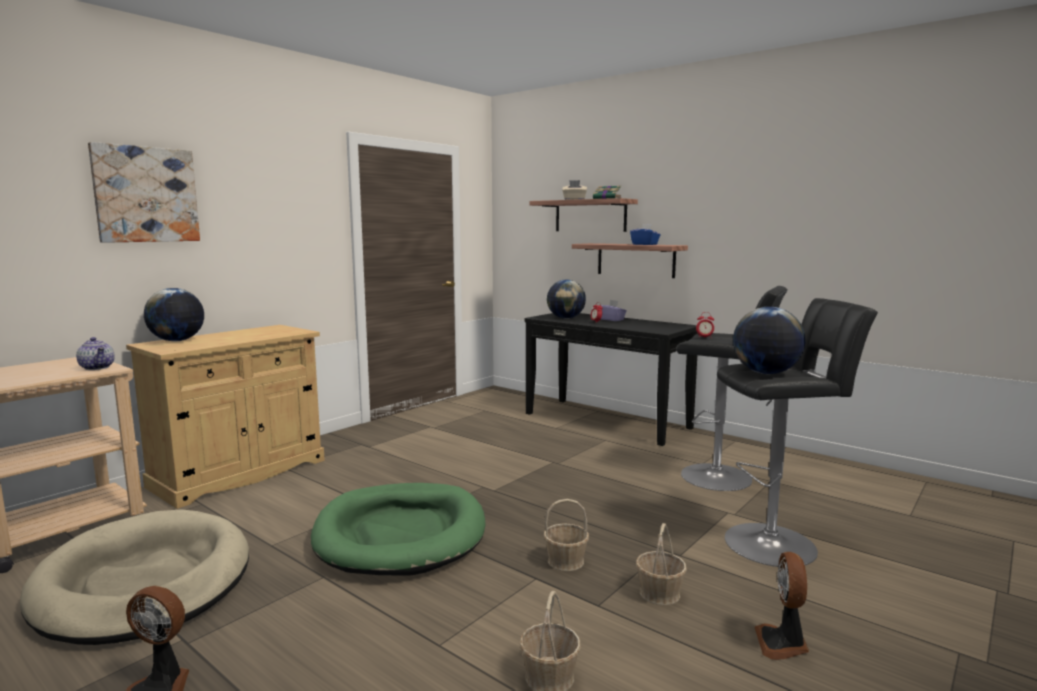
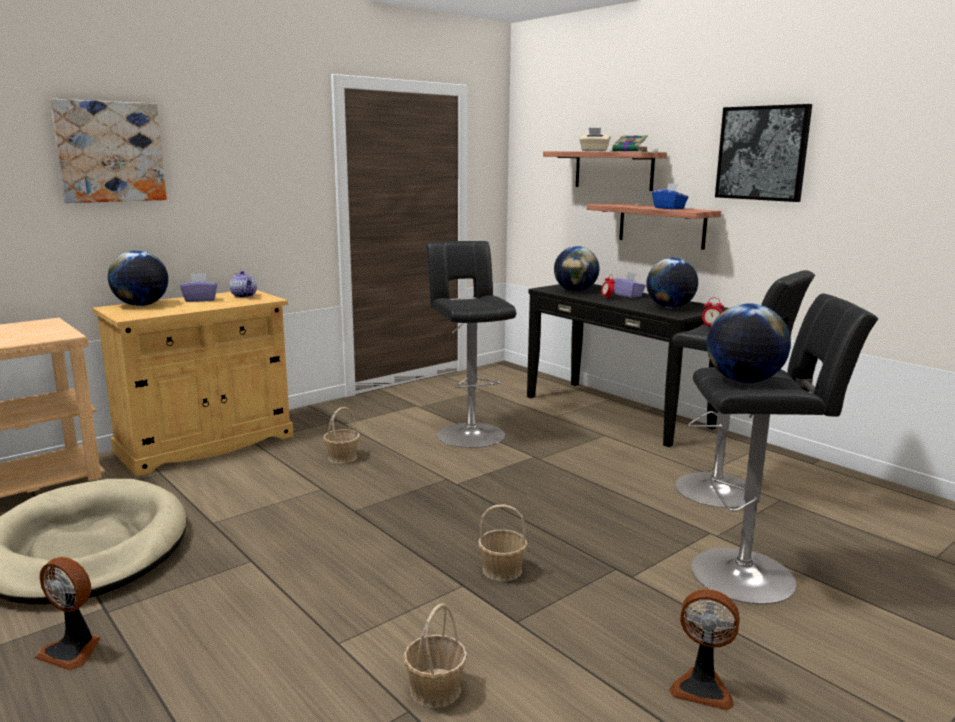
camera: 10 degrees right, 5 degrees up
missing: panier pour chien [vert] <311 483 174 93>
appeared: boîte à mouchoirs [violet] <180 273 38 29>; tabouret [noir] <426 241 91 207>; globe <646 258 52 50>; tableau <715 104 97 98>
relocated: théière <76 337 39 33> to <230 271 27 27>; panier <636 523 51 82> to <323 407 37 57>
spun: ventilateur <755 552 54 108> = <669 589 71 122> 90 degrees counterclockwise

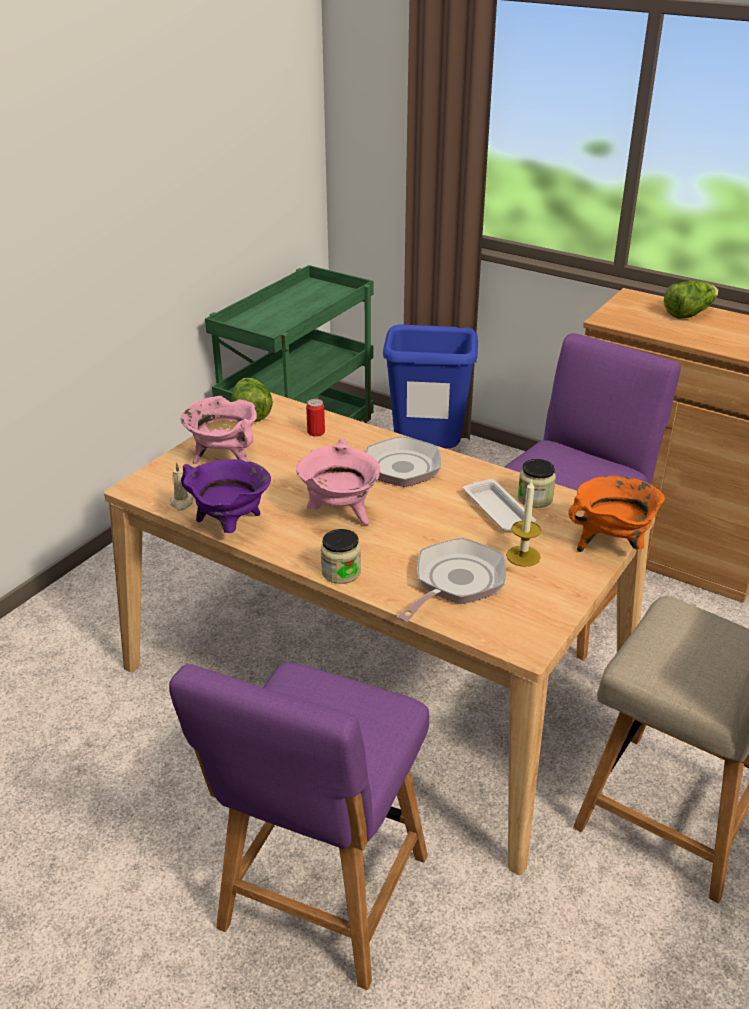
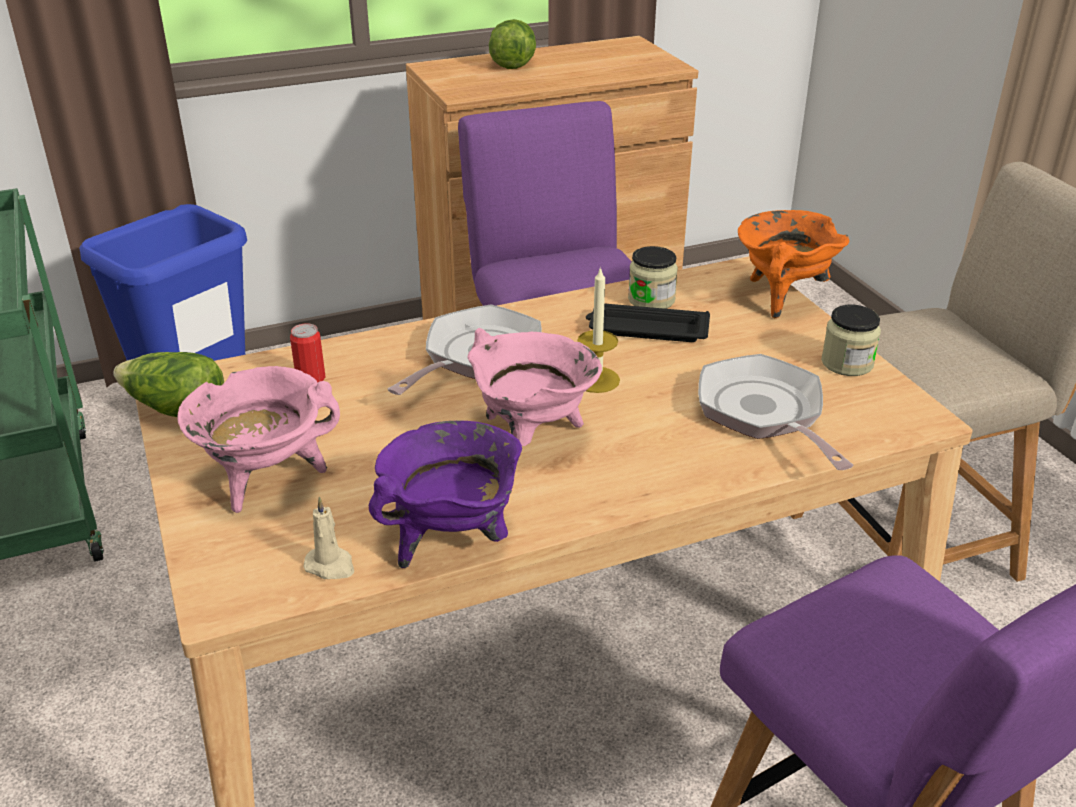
camera: 55 degrees left, 0 degrees up
relocated: bocal <321 529 40 55> to <821 305 60 71>; bougie <506 479 35 88> to <577 266 43 127>
colour: plateau [blanc] <463 479 73 52> to plateau [noir] <586 303 124 39>

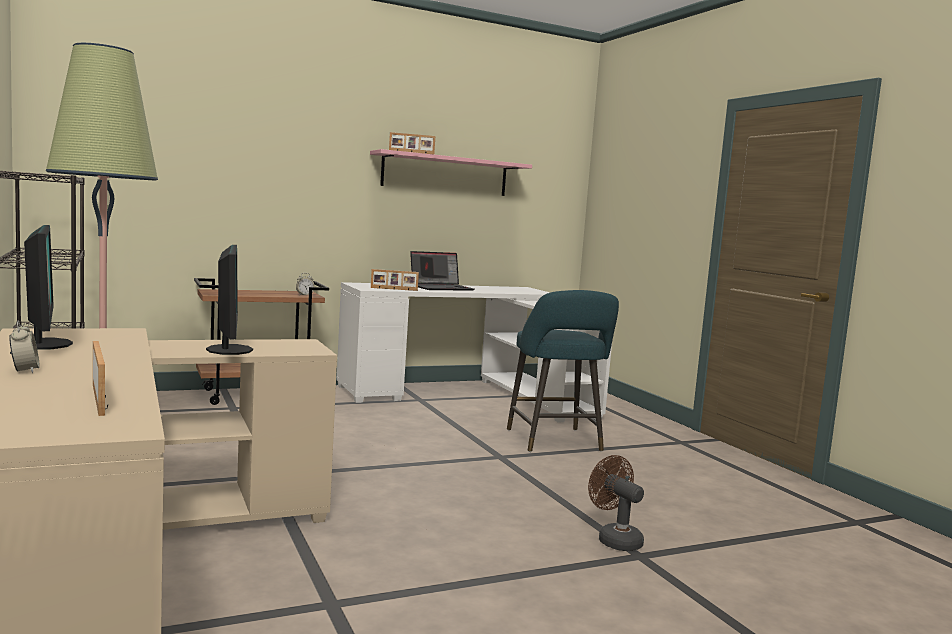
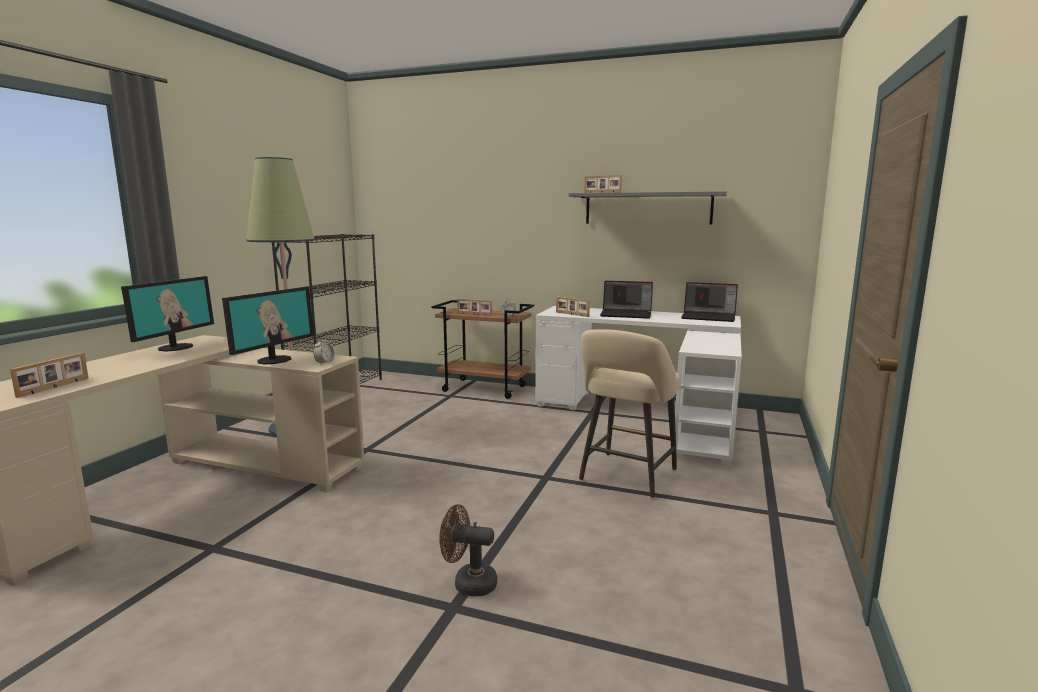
camera: 45 degrees right, 5 degrees up
appeared: cadre photo <457 299 35 17>; ordinateur portable <681 282 57 40>
relocated: réveil <9 321 31 52> to <313 337 21 27>
colour: étagère [rose] <370 149 162 47> to étagère [gris] <569 191 158 33>; tabouret [turquoise] <507 290 112 162> to tabouret [beige] <579 329 101 169>
spun: ventilateur [marron] <588 455 56 96> = <439 504 58 92> 90 degrees counterclockwise

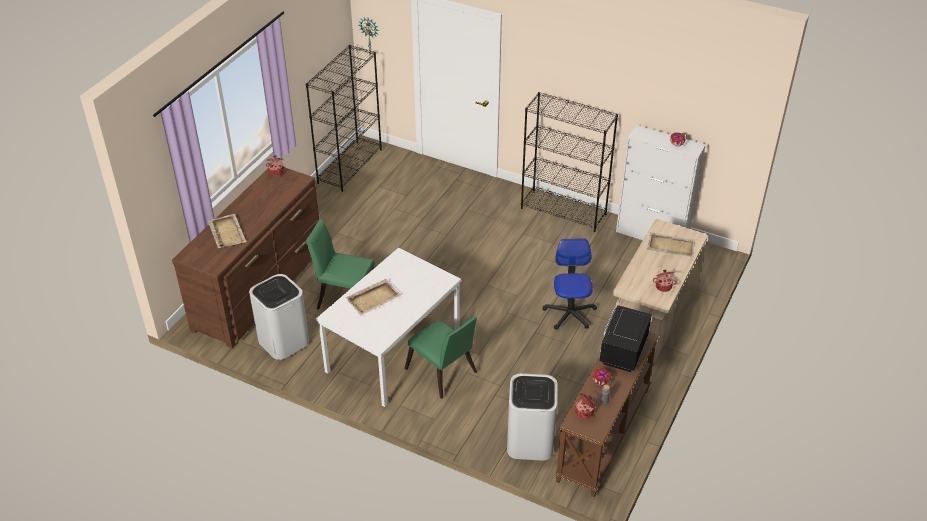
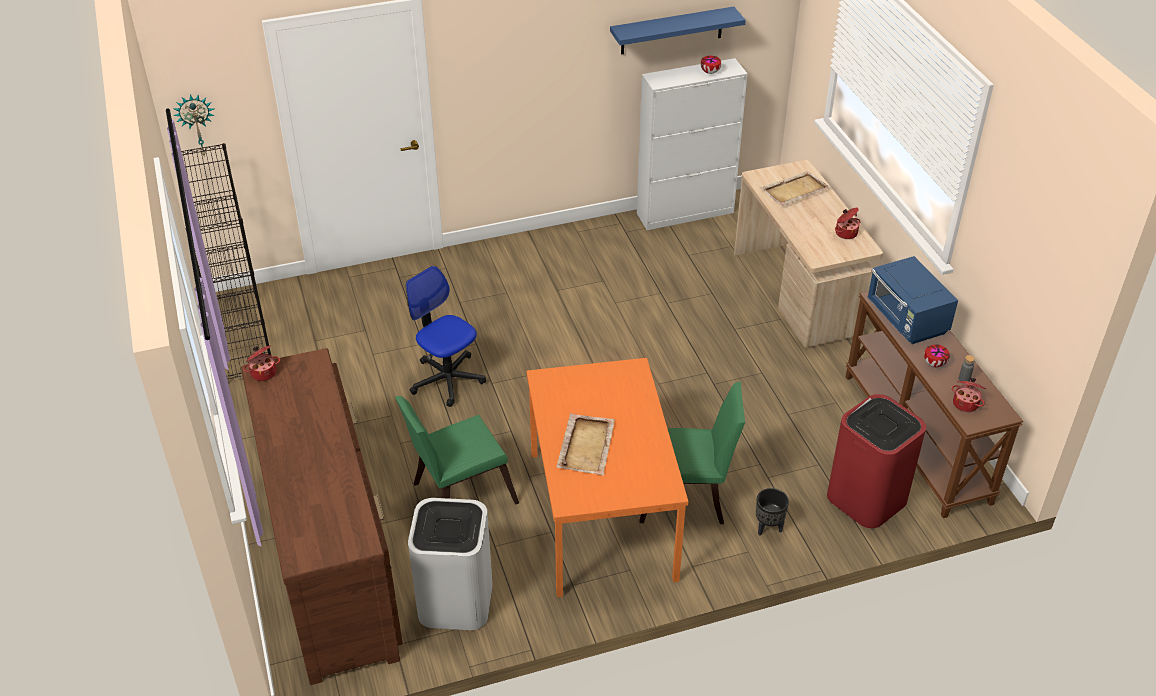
camera: 45 degrees left, 0 degrees up
missing: plateau [beige] <207 214 40 34>; bibliothèque [noir] <521 92 97 140>
appeared: étagère [bleu] <610 7 136 48>; cache-pot [noir] <756 488 33 47>
relocated: chaise de bureau <542 239 55 91> to <406 266 80 141>
colour: table à manger [blanc] <316 248 145 159> to table à manger [orange] <527 358 162 239>; poubelle [blanc] <507 373 50 87> to poubelle [rouge] <827 394 99 134>; micro-ondes [noir] <600 305 52 67> to micro-ondes [bleu] <868 256 90 88>

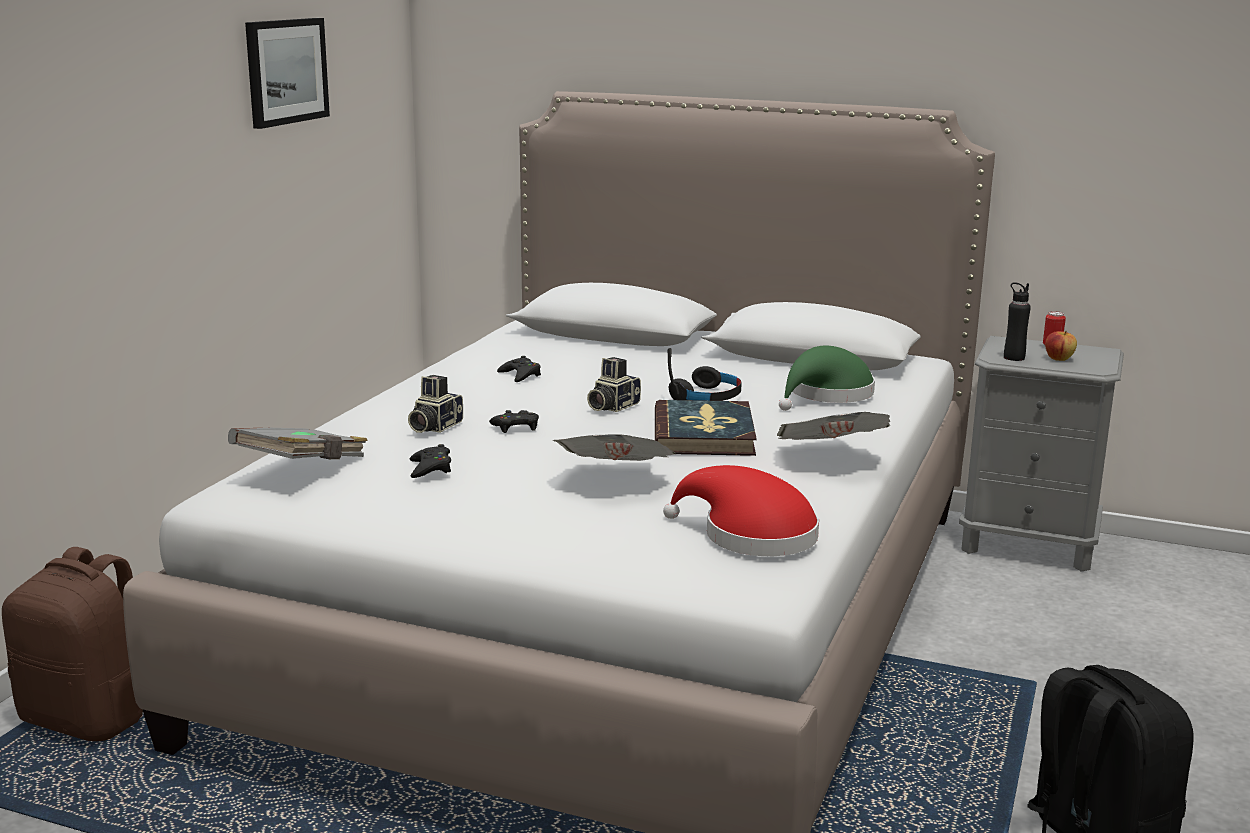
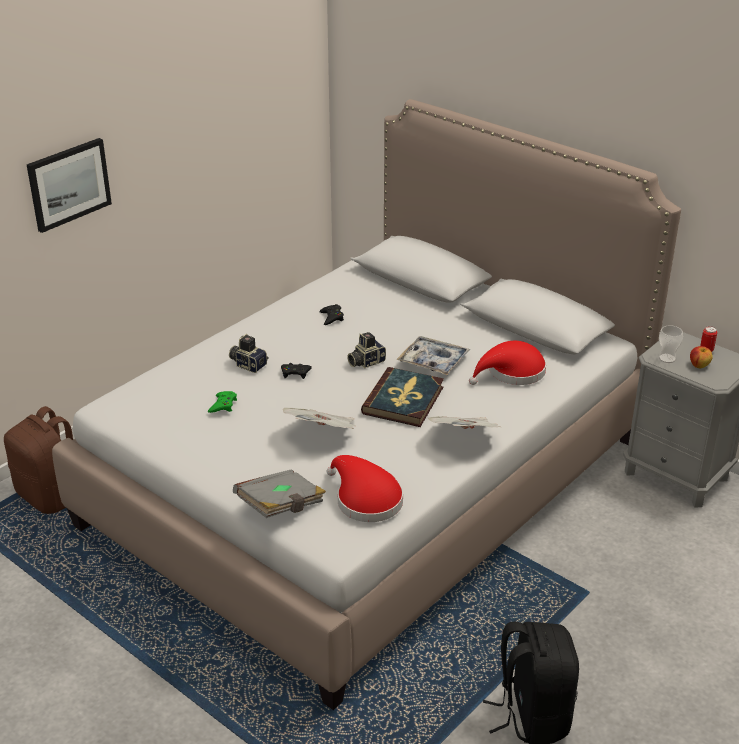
camera: 20 degrees right, 15 degrees up
relocated: livre [gris] <228 428 140 31> to <233 469 93 49>; tableau <245 18 85 111> to <27 138 85 95>
exchanged: casque audio [noir] <668 348 74 53> to plateau <396 336 74 39>; bouteille [noir] <1004 282 27 79> to tasse <659 325 24 38>
colour: manette [noir] <410 444 41 34> to manette [vert] <208 391 29 22>; chapeau [vert] <779 346 96 65> to chapeau [rouge] <469 341 77 44>
spun: appareil photo <408 375 55 58> = <229 334 39 39> 75 degrees clockwise

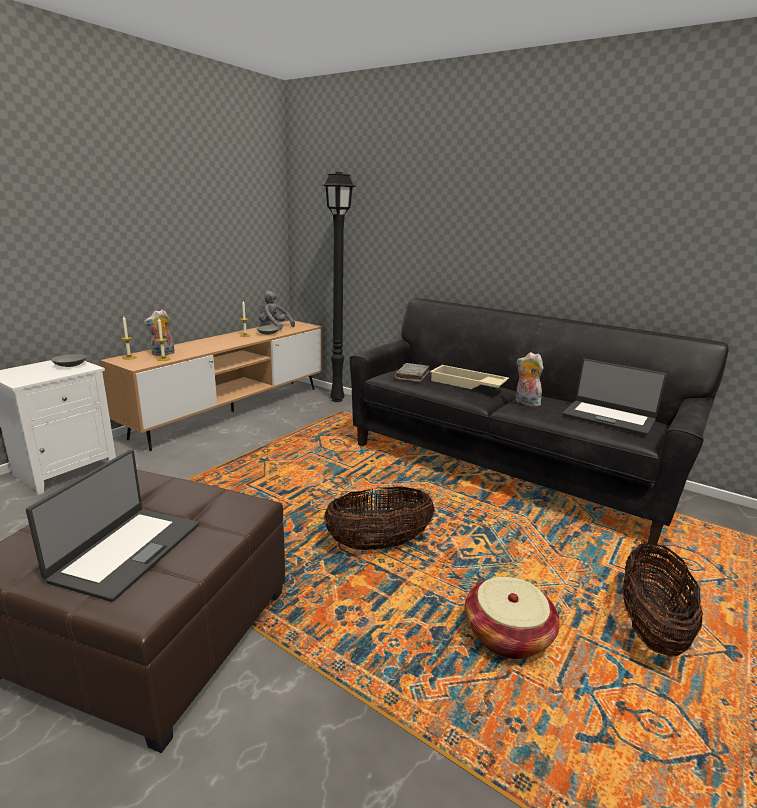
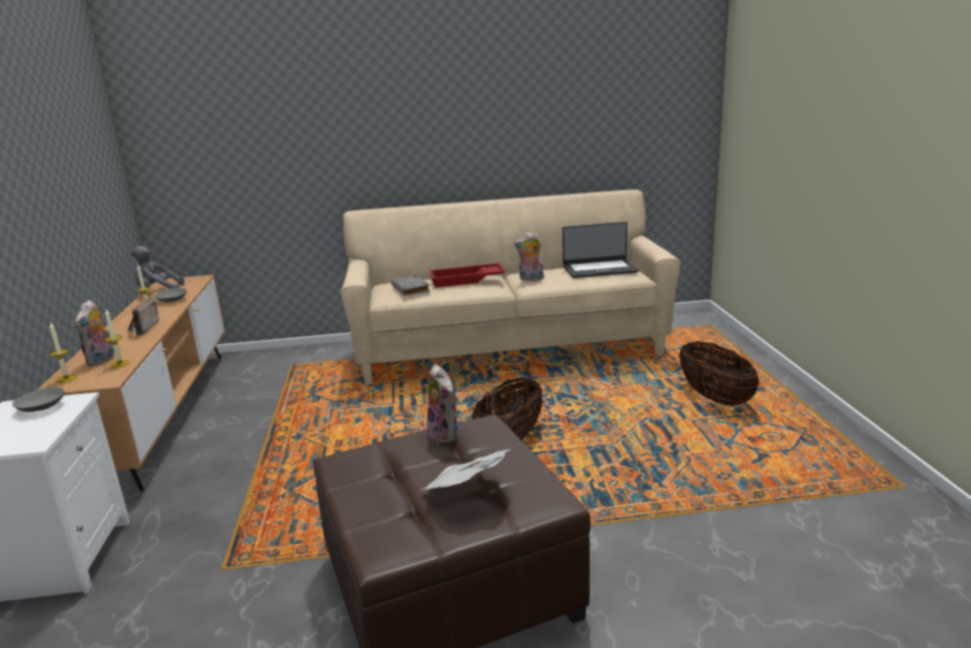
camera: 40 degrees left, 0 degrees up
missing: lampadaire [noir] <323 172 33 230>; panier <465 577 95 82>
appeared: radio <128 297 31 38>; peluche <425 364 33 80>
exchanged: ordinateur portable <26 450 173 152> to journal <421 449 89 41>
colour: canapé [noir] <350 298 379 249> to canapé [beige] <341 189 339 196>; plateau [beige] <430 365 79 24> to plateau [rouge] <429 263 77 25>

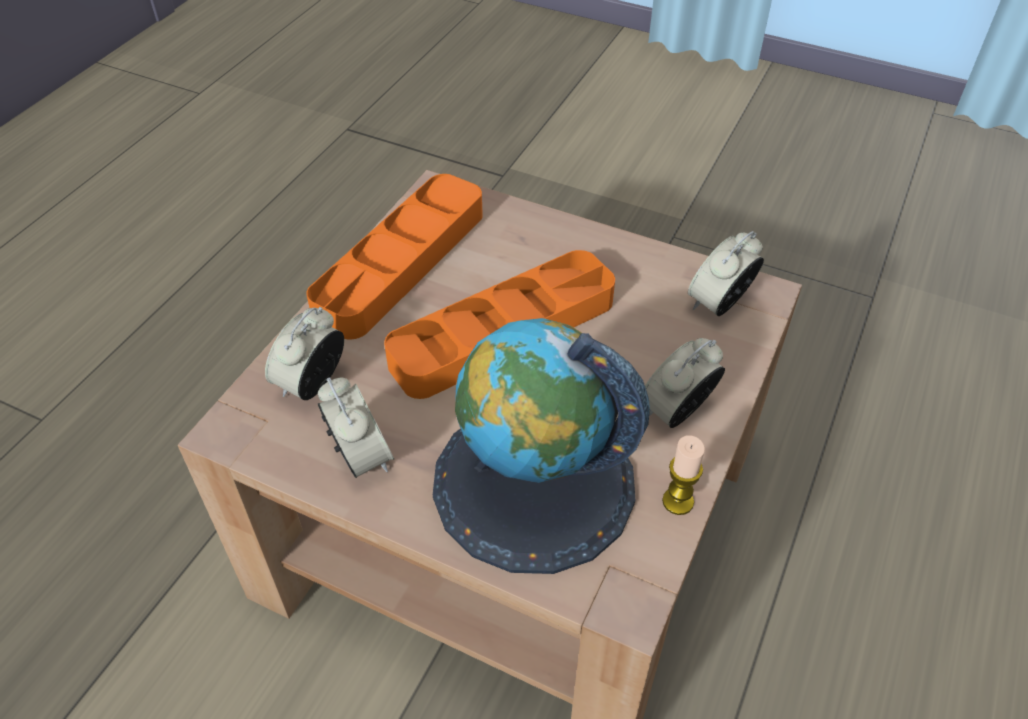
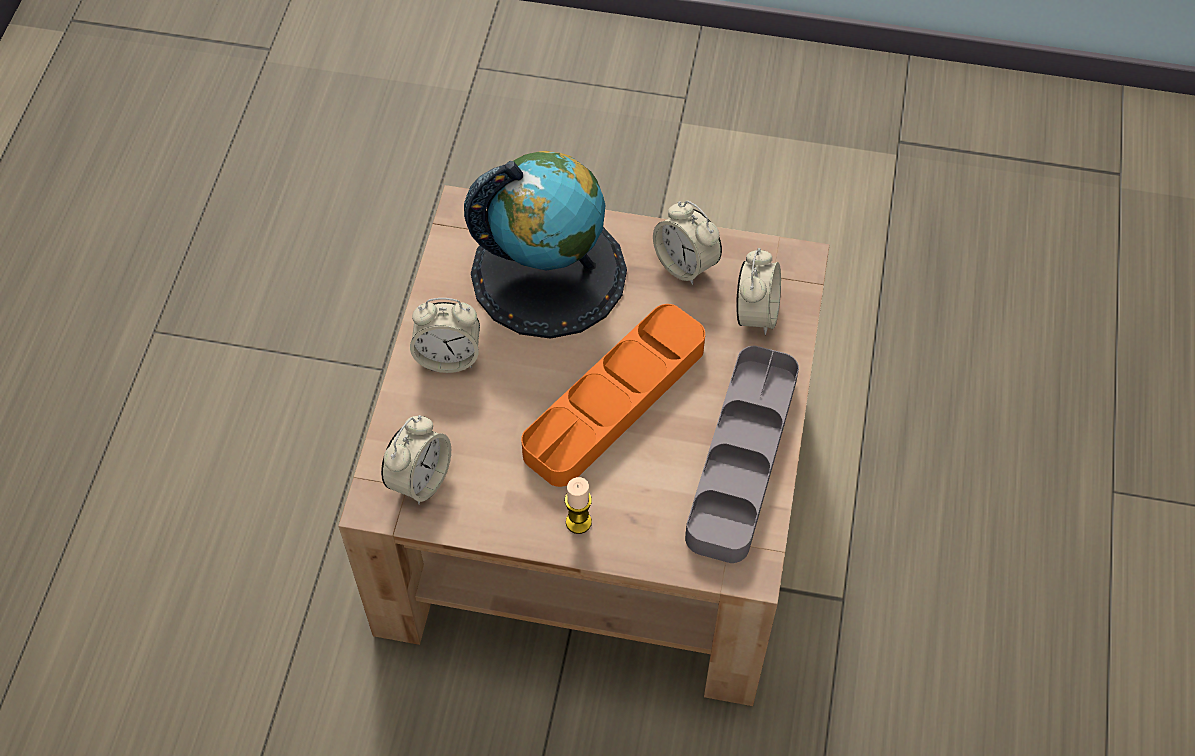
camera: 165 degrees right, 10 degrees up
relocated: bougie <662 435 43 80> to <565 477 27 57>
colour: plateau [orange] <306 174 177 165> to plateau [gris] <685 346 114 217>
spun: réveil <645 338 80 90> = <410 298 70 75> 60 degrees clockwise

